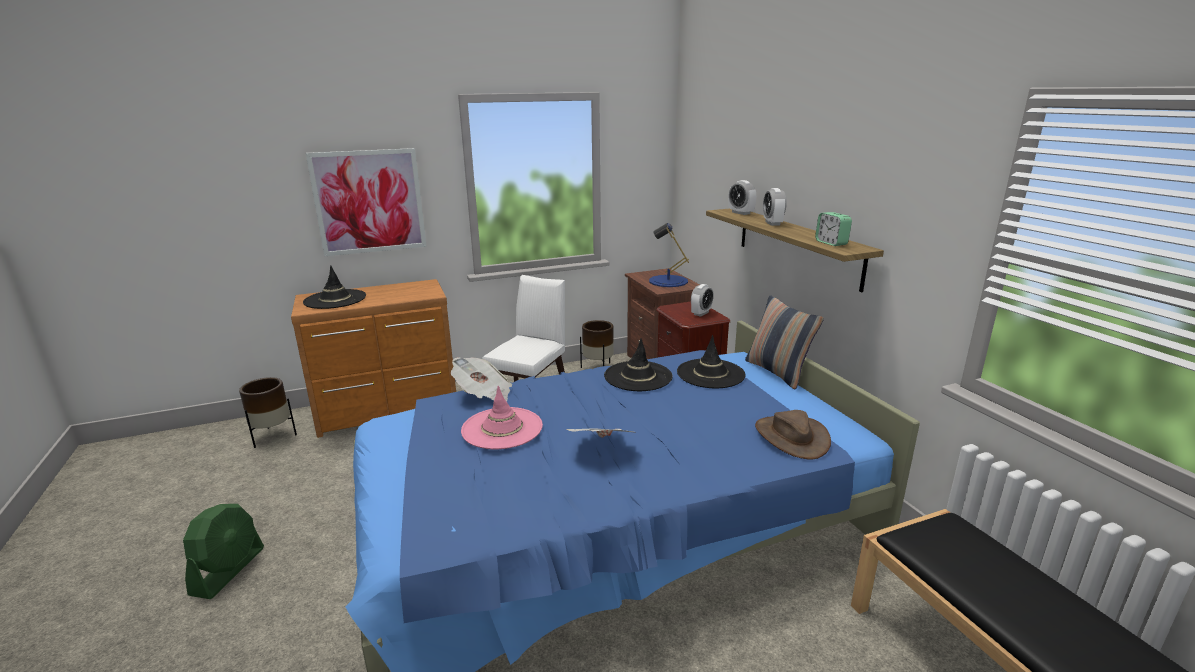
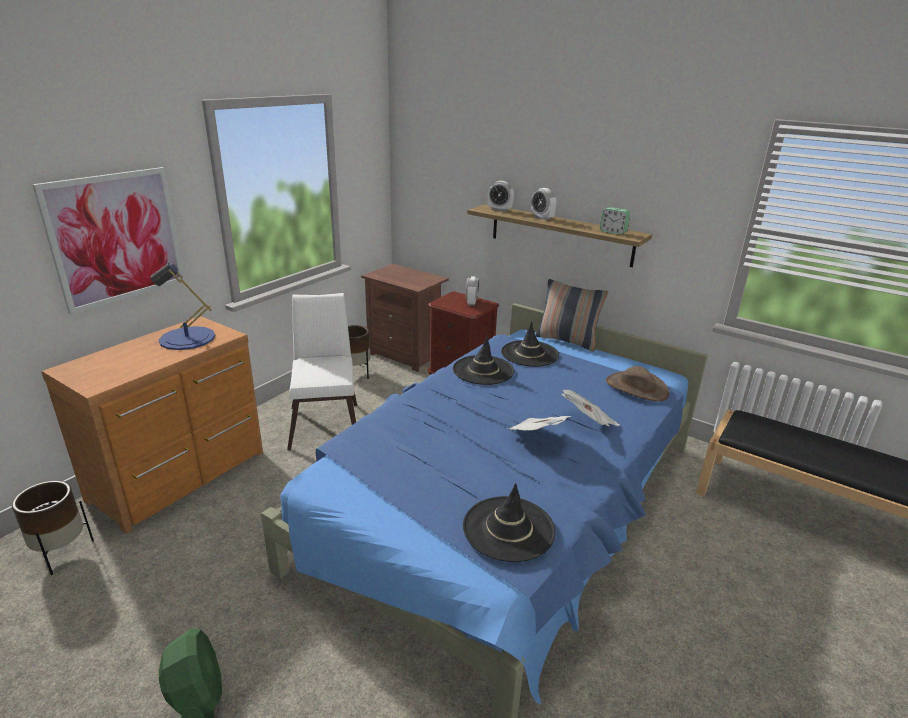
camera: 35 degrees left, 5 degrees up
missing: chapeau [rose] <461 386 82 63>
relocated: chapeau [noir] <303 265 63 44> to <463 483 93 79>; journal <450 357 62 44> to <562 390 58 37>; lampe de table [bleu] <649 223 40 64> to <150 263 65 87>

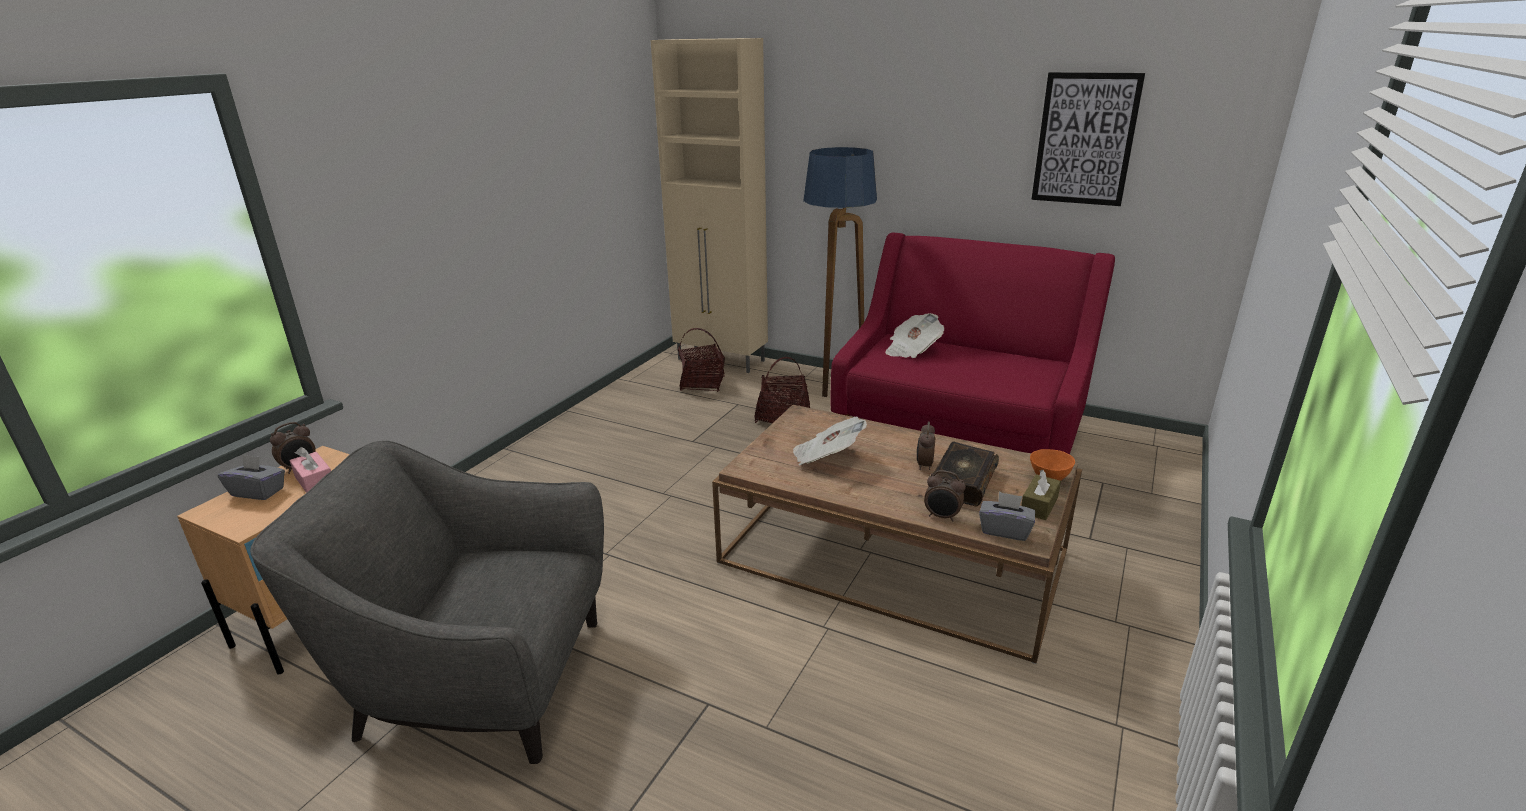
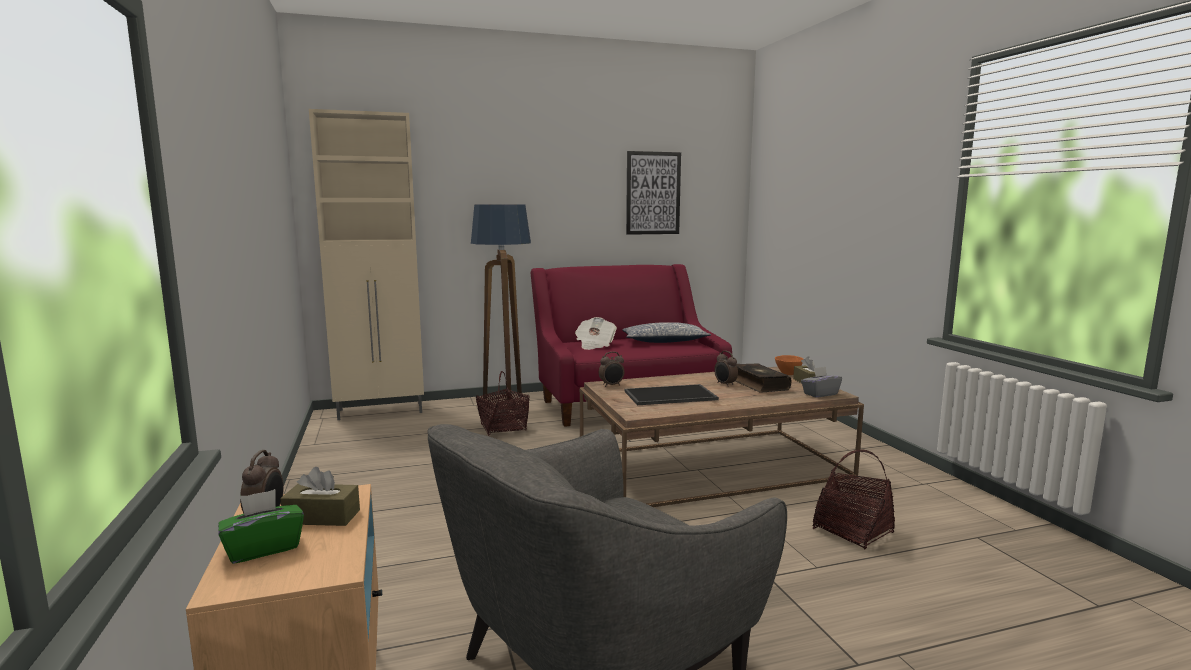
camera: 45 degrees left, 15 degrees down
appeared: coussin <622 322 89 21>
relocated: panier <678 328 47 64> to <813 449 82 100>; réveil <924 470 42 52> to <599 352 25 35>
exchanged: journal <793 417 74 49> to plateau <624 384 95 21>
colour: boîte à mouchoirs [gris] <218 455 67 45> to boîte à mouchoirs [vert] <218 489 86 75>; boîte à mouchoirs [rose] <290 447 41 46> to boîte à mouchoirs [marron] <280 467 80 59>

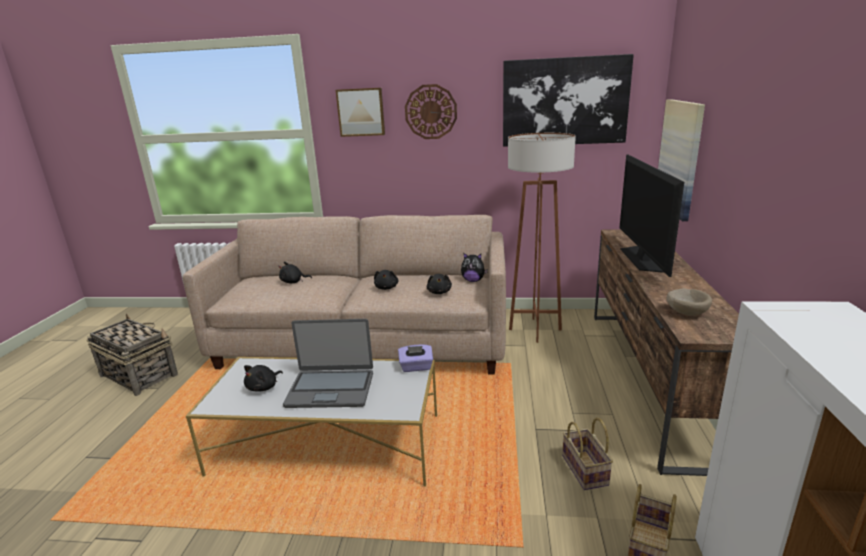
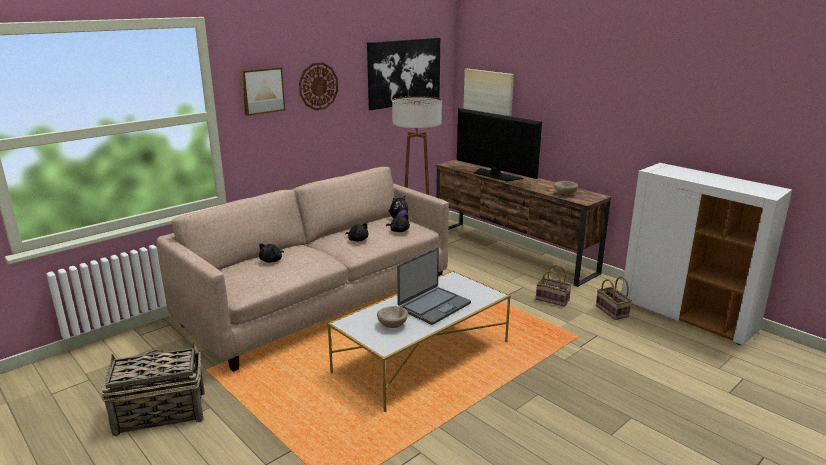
camera: 50 degrees left, 0 degrees up
missing: boîte à mouchoirs [violet] <398 345 35 27>
exchanged: peluche [noir] <244 365 39 26> to bol [beige] <377 306 31 22>

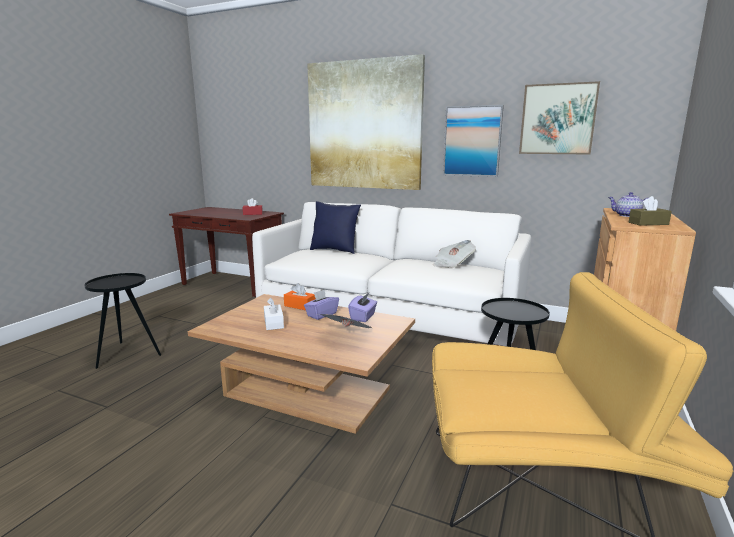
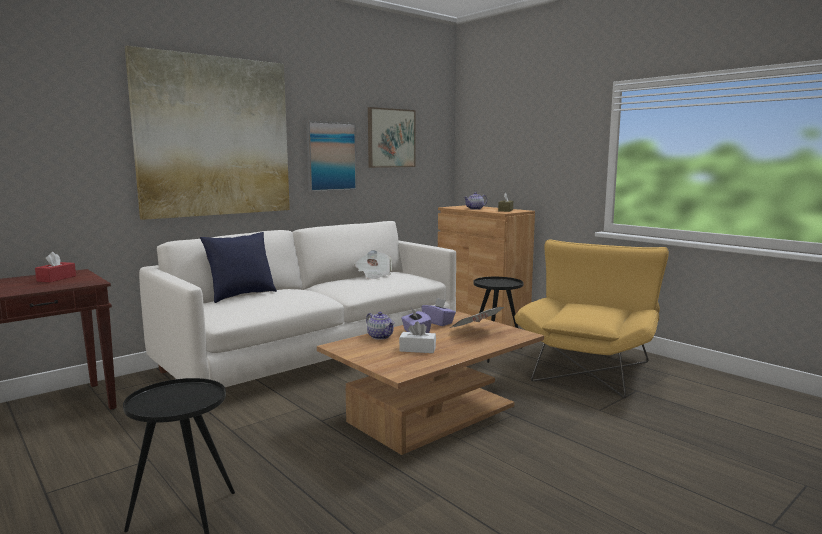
camera: 65 degrees left, 5 degrees down
exchanged: boîte à mouchoirs [orange] <284 283 32 27> to théière <366 312 29 28>

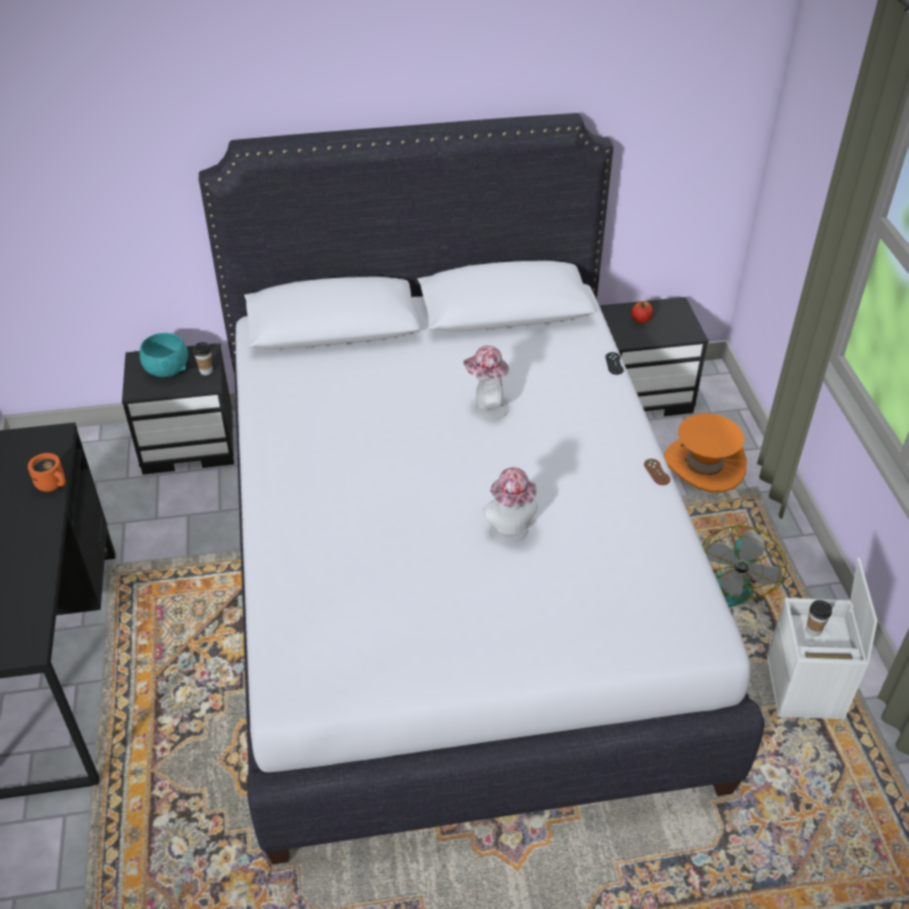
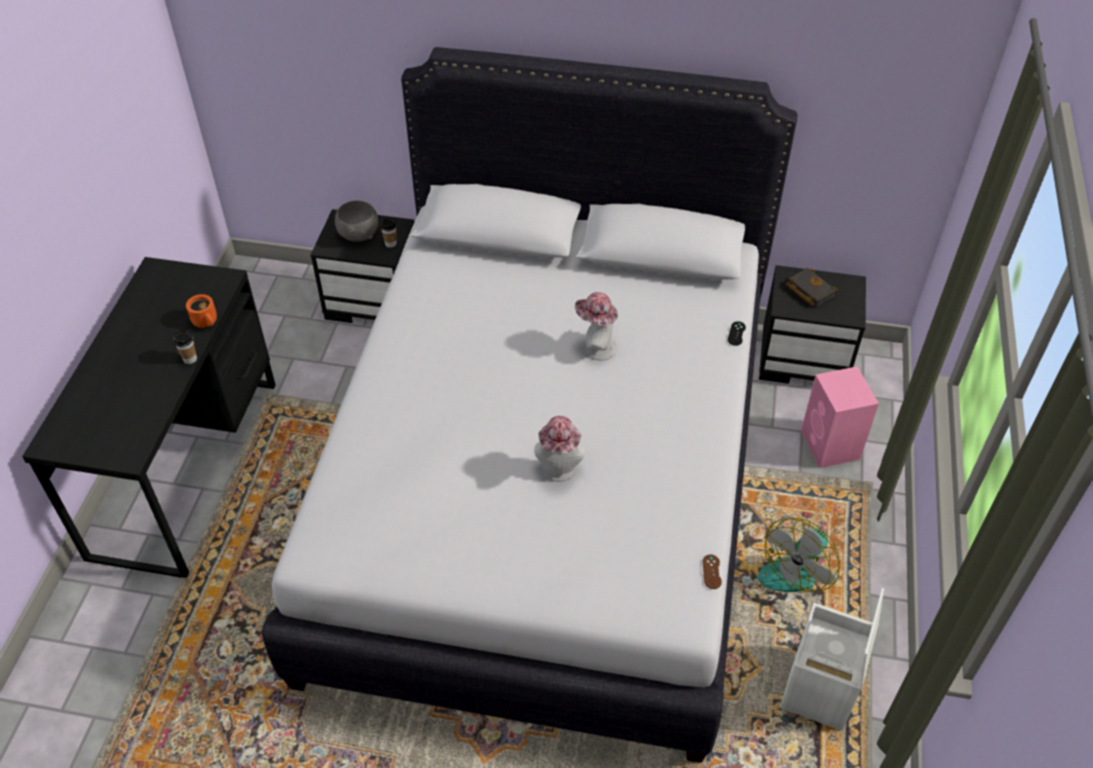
camera: 20 degrees right, 5 degrees up
relocated: manette [marron] <644 459 26 26> to <703 554 19 35>; tasse <806 600 26 36> to <173 330 24 34>
exchanged: pomme <631 301 22 23> to livre [noir] <786 268 52 38>; chapeau [orange] <664 413 83 79> to enceinte [rose] <801 366 78 102>
colour: bol [turquoise] <139 333 49 44> to bol [gris] <335 201 44 41>

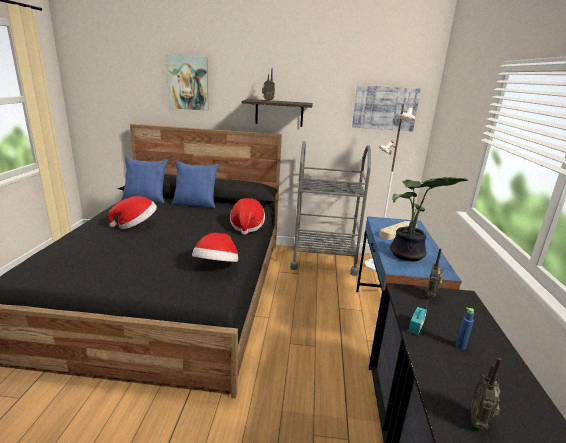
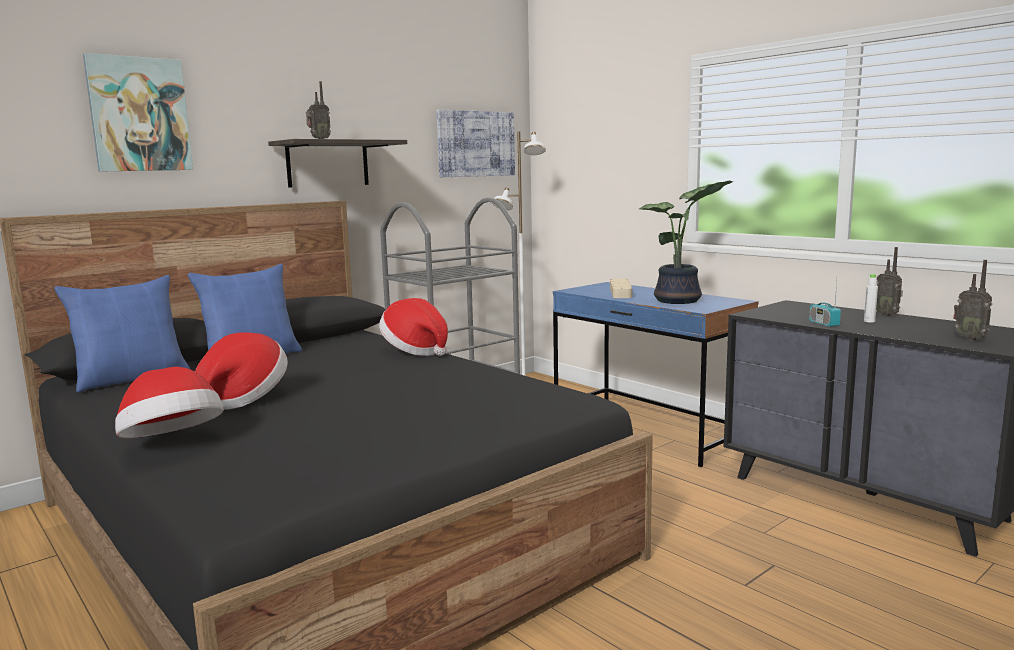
camera: 45 degrees left, 10 degrees down
relocated: chapeau <192 233 46 29> to <115 366 109 72>; radio <427 249 17 49> to <876 247 27 70>
colour: bouteille [bleu] <455 308 19 42> to bouteille [blanc] <864 274 14 49>

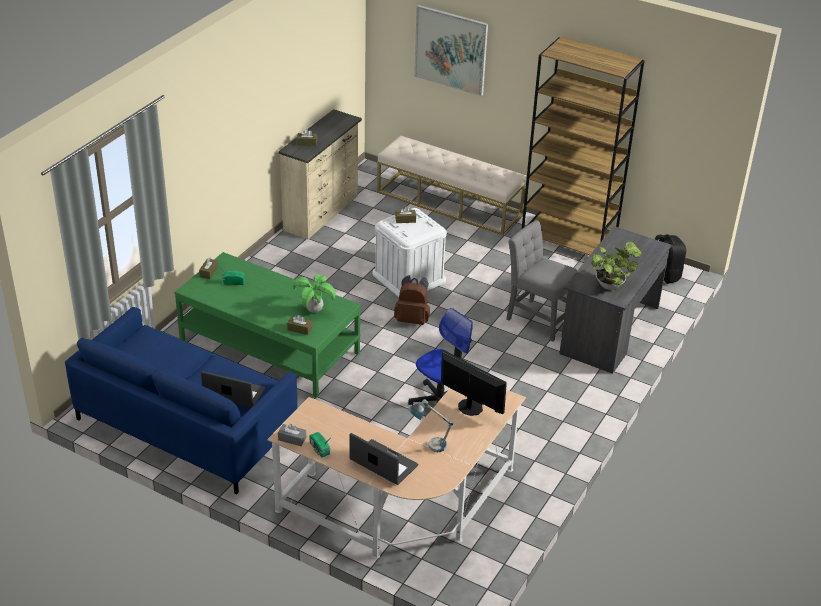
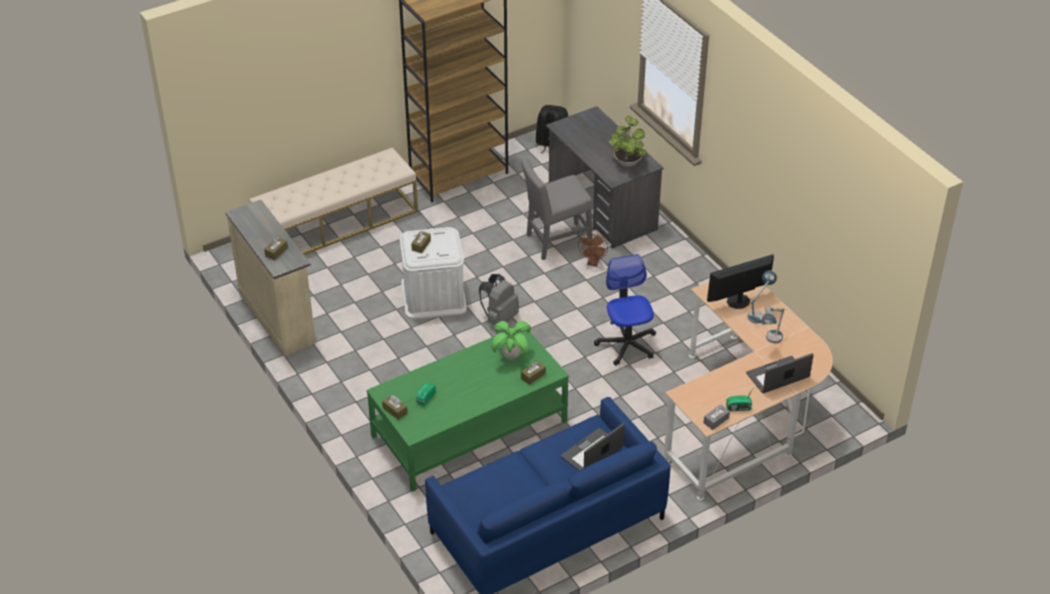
camera: 60 degrees left, 5 degrees up
missing: tableau <414 5 74 91>
appeared: ventilateur [marron] <578 234 30 32>; lampe de table <748 270 29 53>
colour: sac à dos [marron] <394 275 36 50> to sac à dos [gris] <479 274 40 51>

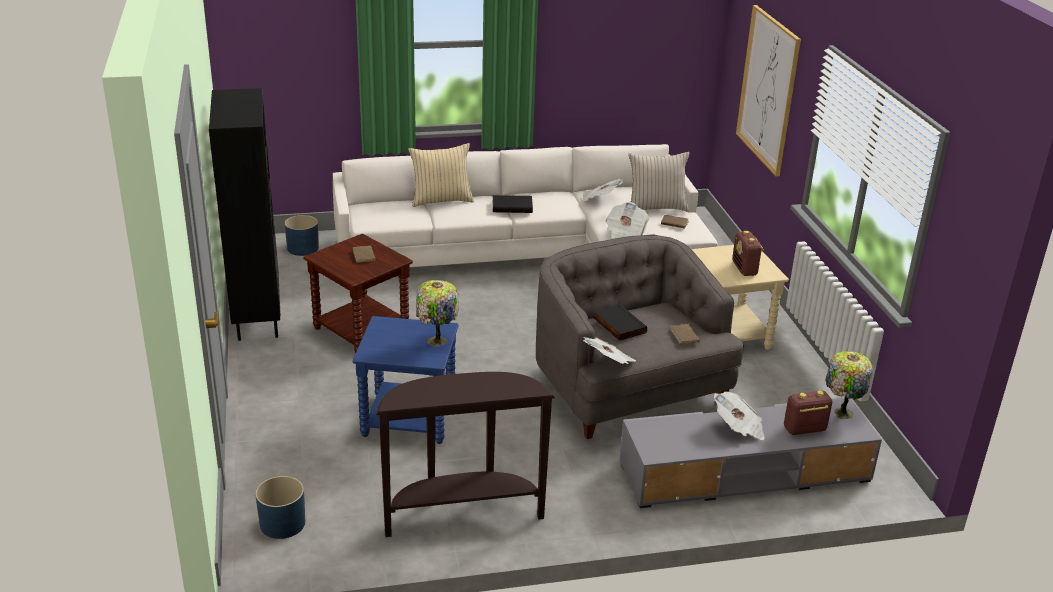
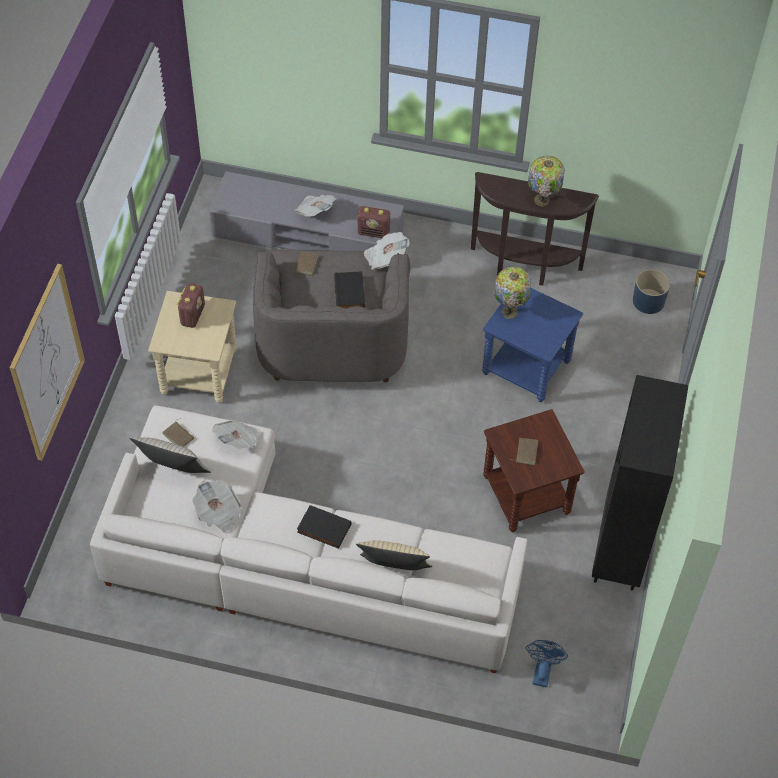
camera: 155 degrees left, 25 degrees up
relocated: radio <784 391 48 44> to <357 206 33 32>; lampe de table <826 351 47 69> to <528 156 37 50>
exchanged: cache-pot [bleu] <285 215 34 41> to ventilateur [bleu] <526 640 42 48>

